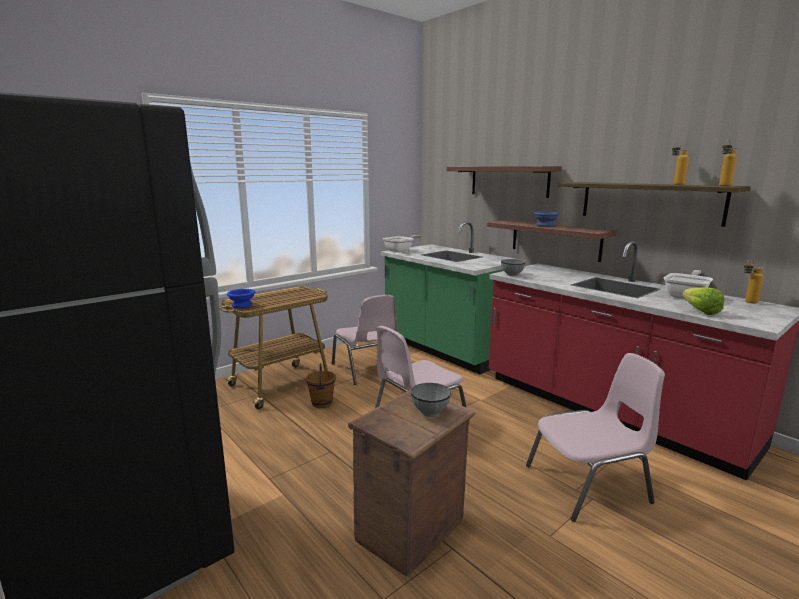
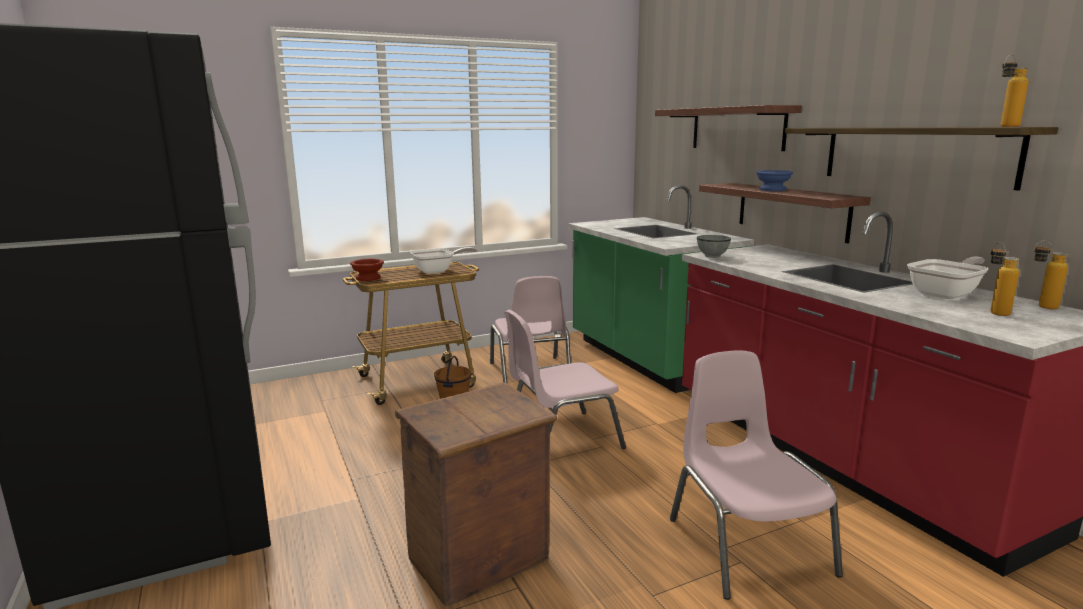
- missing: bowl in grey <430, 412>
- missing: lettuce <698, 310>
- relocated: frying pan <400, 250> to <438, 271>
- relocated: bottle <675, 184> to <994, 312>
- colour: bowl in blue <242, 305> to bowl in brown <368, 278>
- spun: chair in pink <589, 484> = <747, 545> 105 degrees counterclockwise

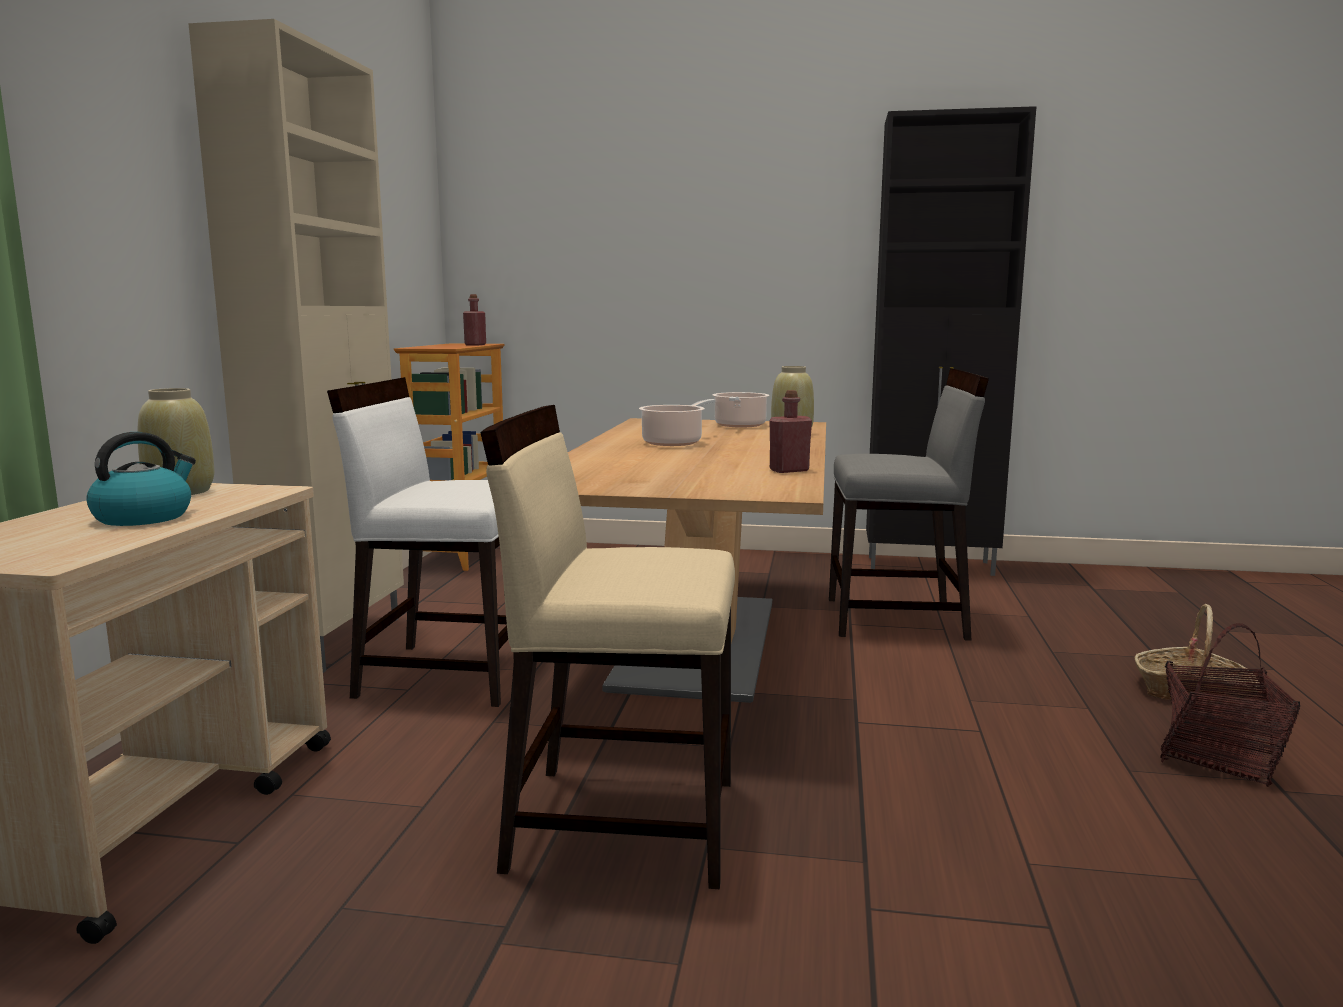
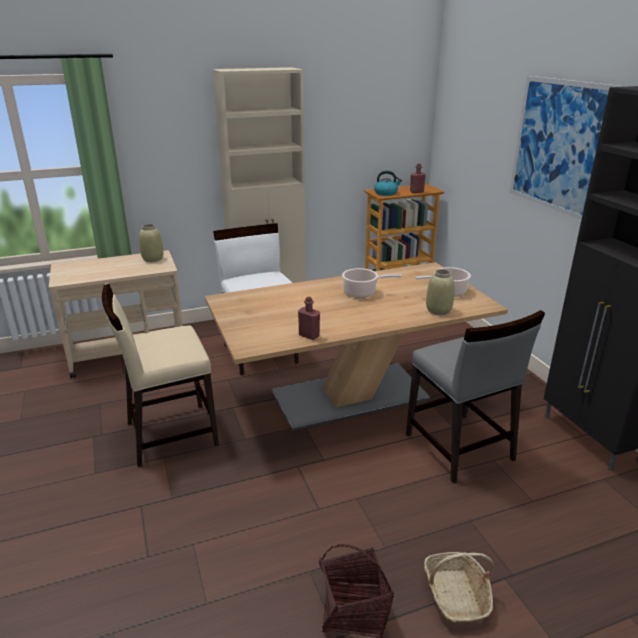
- appeared: picture <558, 146>
- relocated: kettle <144, 517> to <386, 193>
- spun: chair in beige <621, 822> = <170, 433> 90 degrees counterclockwise

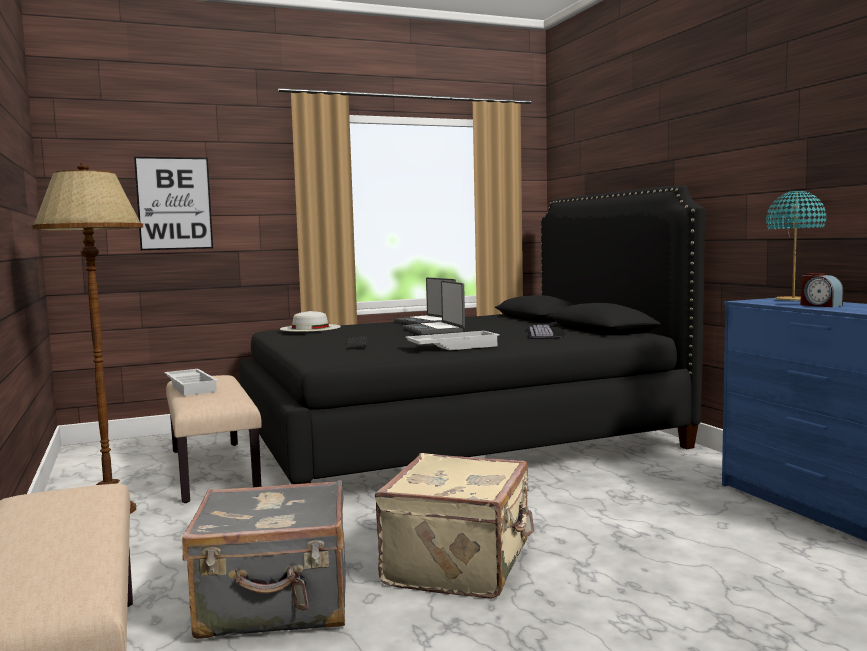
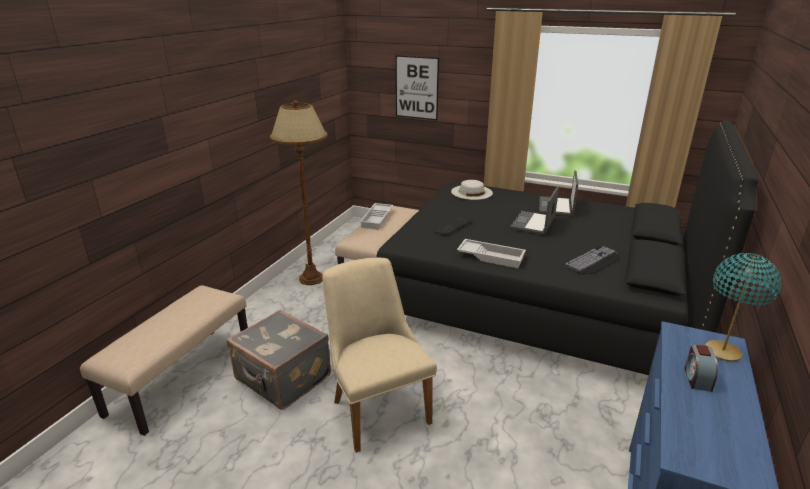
- exchanged: suitcase in beige <460, 564> to chair in beige <376, 406>

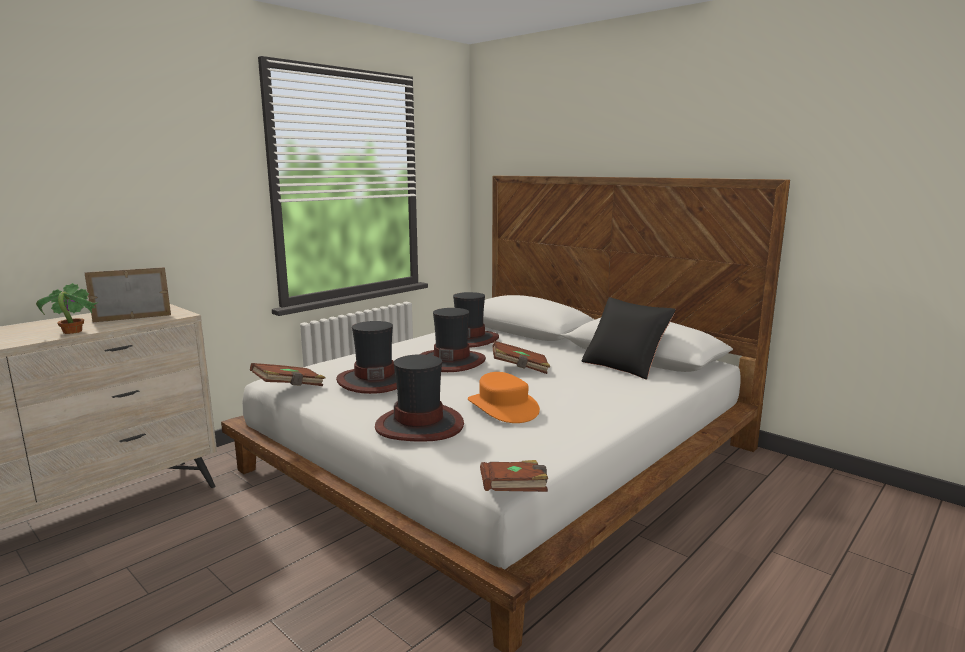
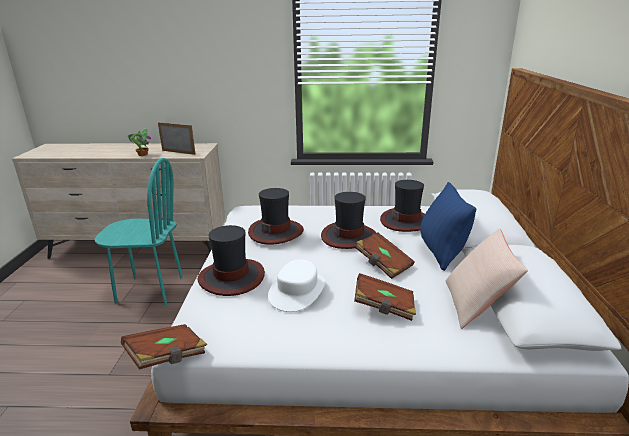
- appeared: chair in turquoise <150, 290>
- appeared: pillow in blue <441, 252>
- relocated: book in brown <289, 387> to <384, 307>
- colour: hat in orange <503, 407> to hat in white <297, 291>
- colour: pillow in black <625, 365> to pillow in beige <476, 304>

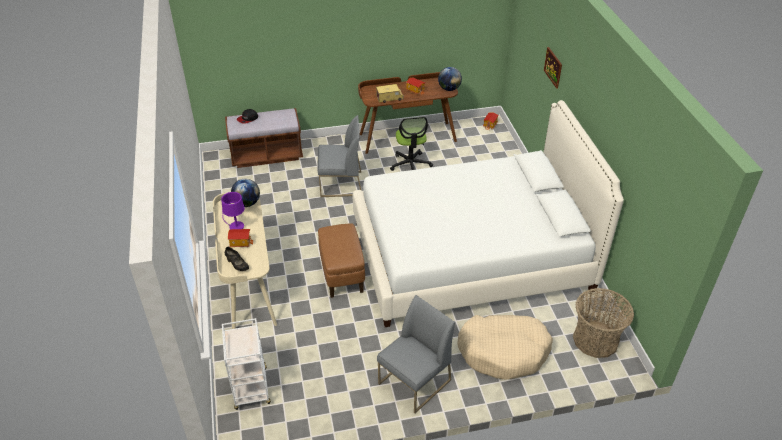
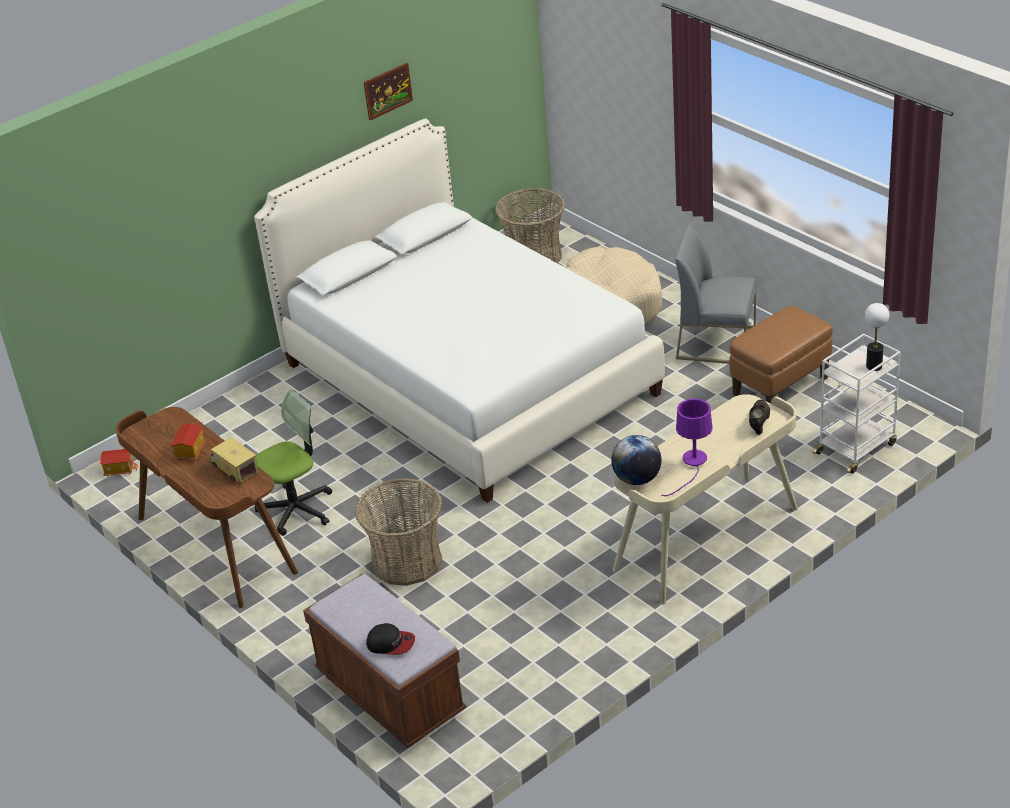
- missing: toy house <240, 243>
- missing: globe <449, 89>
- appeared: table lamp <874, 366>
- relocated: ottoman in brown <342, 275> to <780, 386>
- relocated: picture <553, 67> to <387, 91>
- exchanged: chair in grey <340, 184> to basket <407, 561>

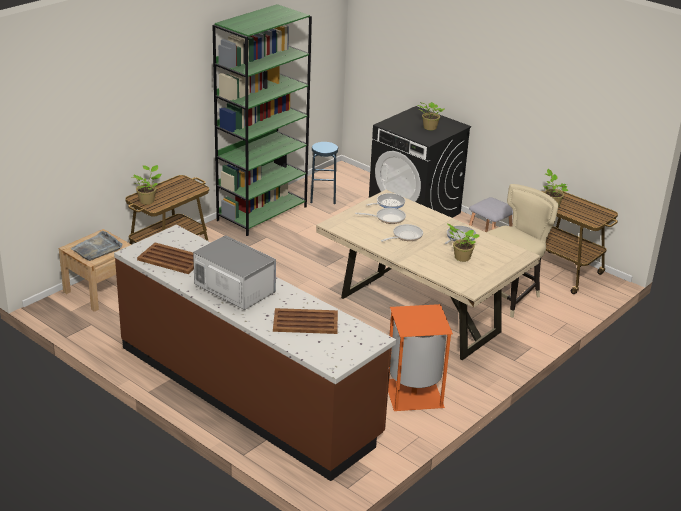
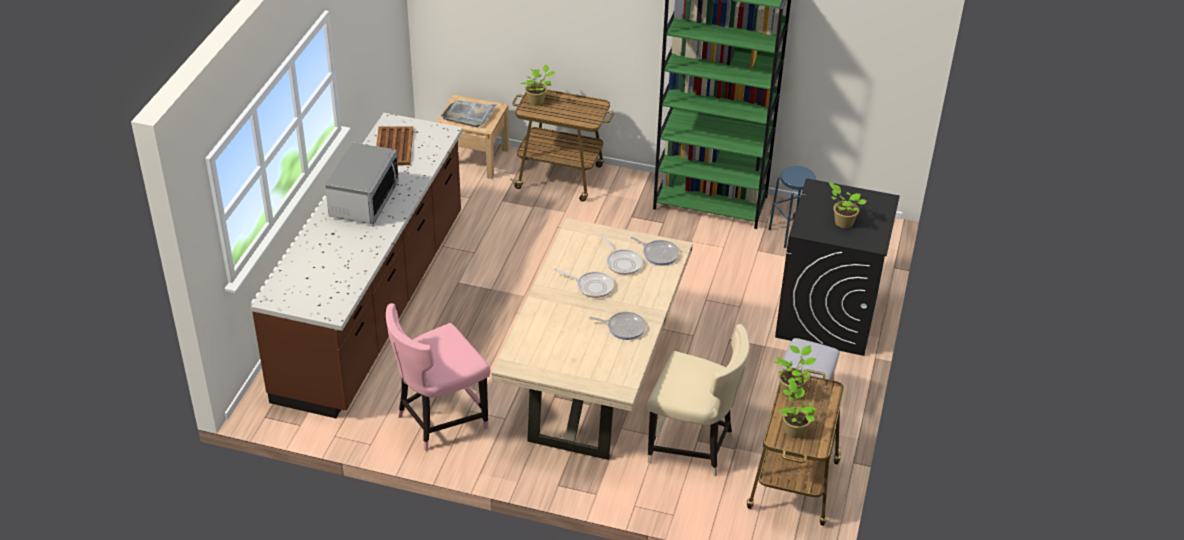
- missing: tray in brown <305, 322>
- relocated: potted plant <461, 257> to <793, 430>
- exchanged: trash can in orange <413, 394> to chair in pink <439, 420>

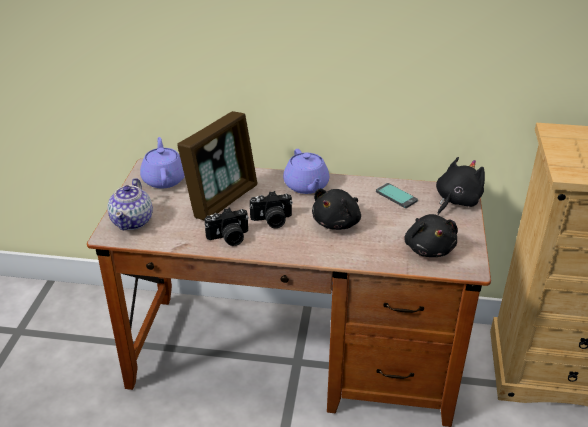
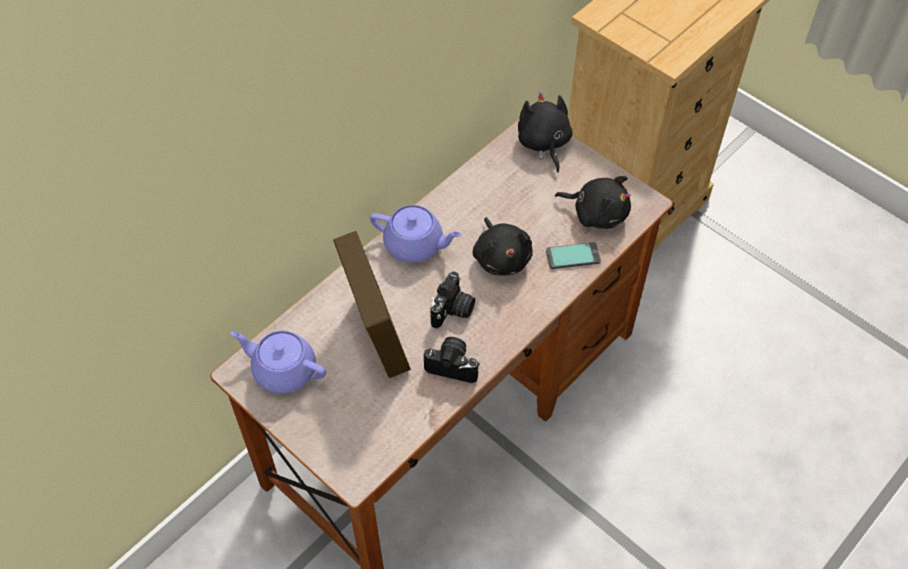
- missing: teapot <133, 221>
- relocated: phone <396, 196> to <573, 256>
- spun: photo camera <229, 238> = <453, 365> 90 degrees counterclockwise

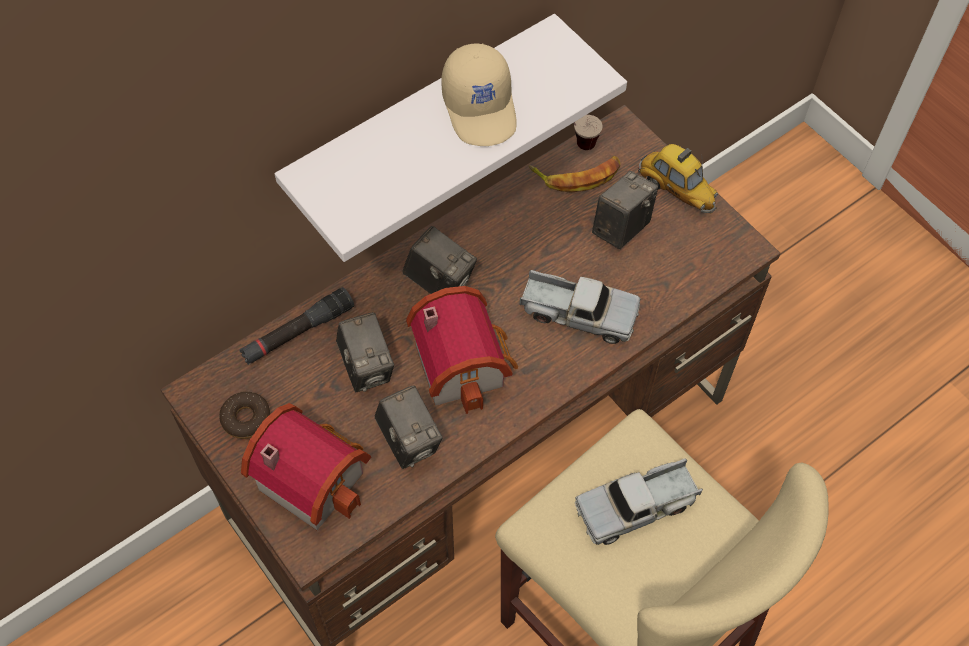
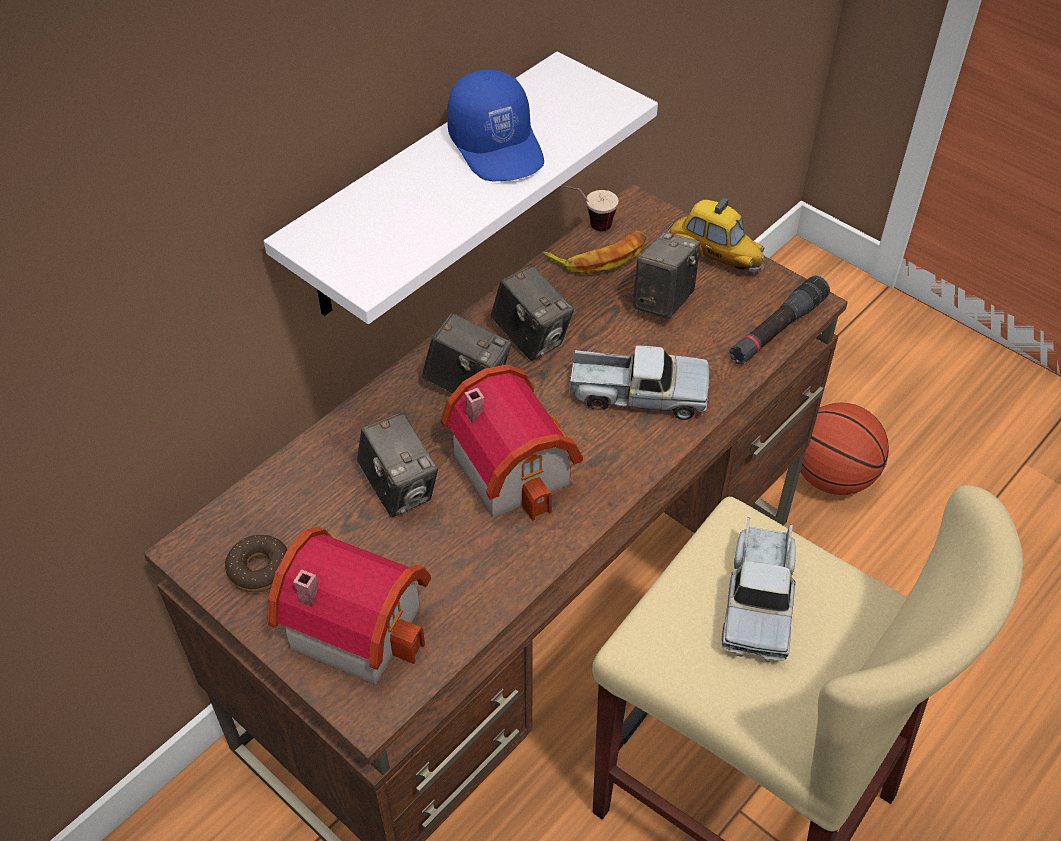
- appeared: basketball <832, 477>
- relocated: flashlight in black <298, 332> to <777, 330>
- relocated: photo camera <409, 441> to <531, 338>
- colour: cap in beige <481, 108> to cap in blue <498, 146>
- spun: toy truck <637, 506> = <758, 599> 45 degrees counterclockwise

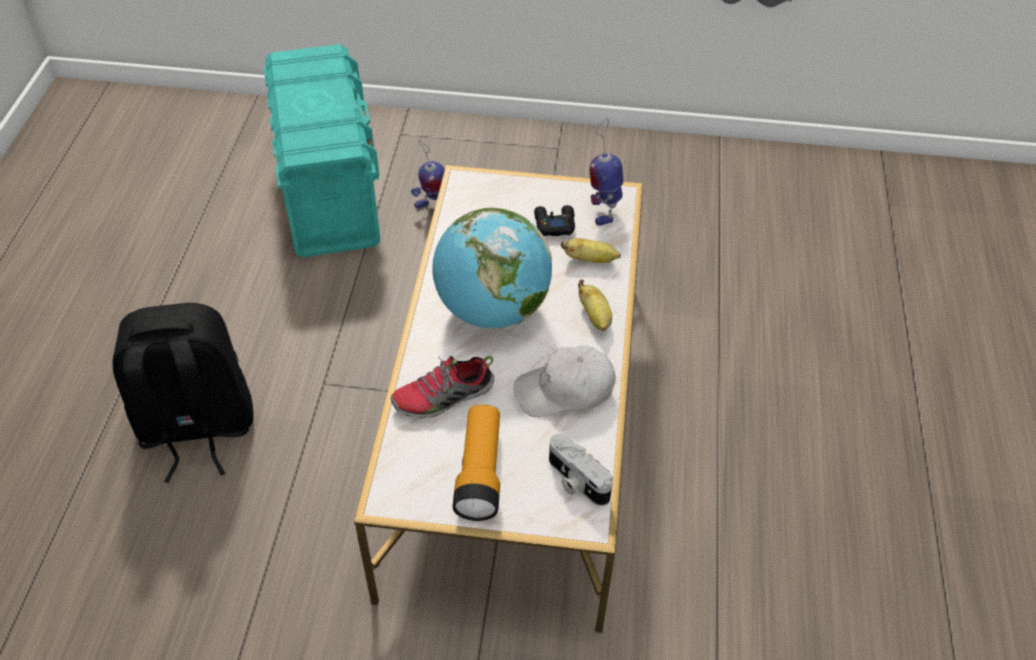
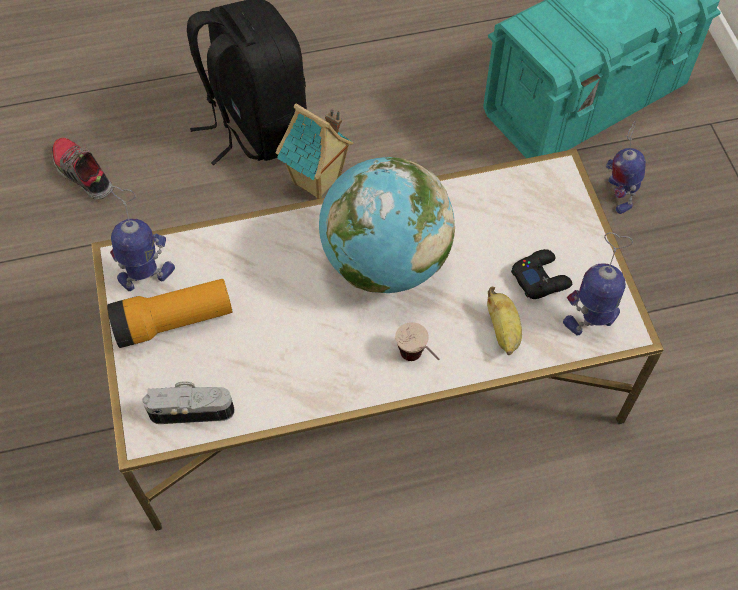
- missing: cap in white <565, 390>
- appeared: toy robot <147, 276>
- appeared: toy house <317, 182>
- relocated: shoe <443, 397> to <82, 174>
- exchanged: banana <595, 317> to cup <418, 361>
- spun: photo camera <576, 481> = <192, 408> 60 degrees clockwise

